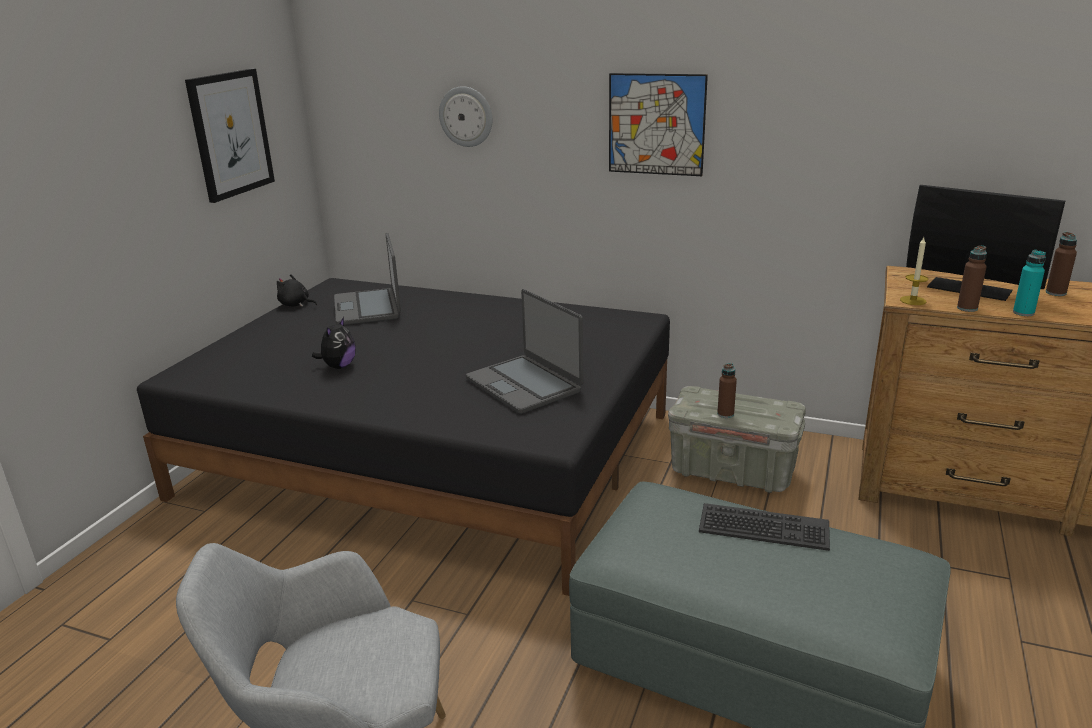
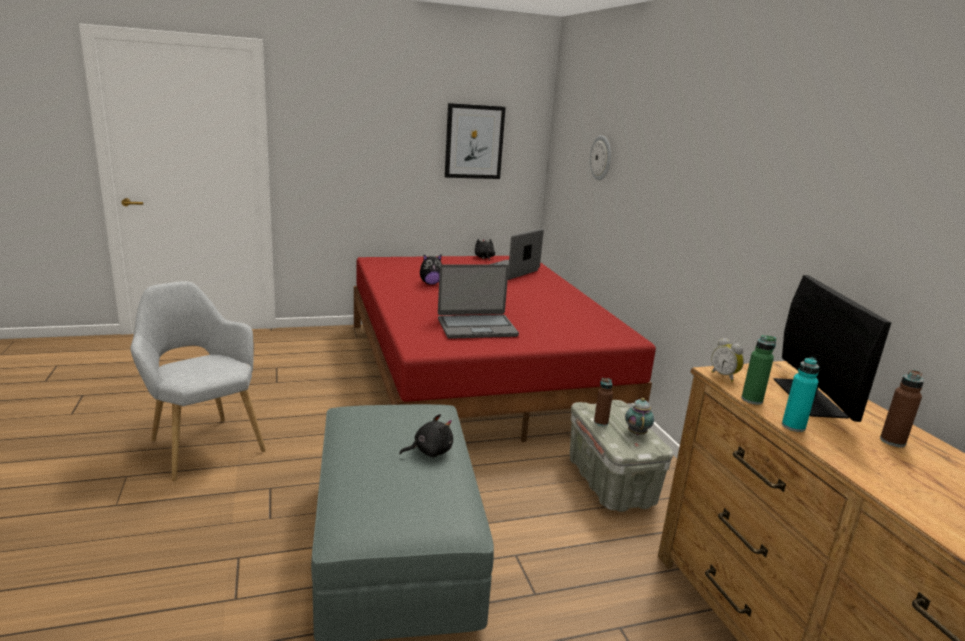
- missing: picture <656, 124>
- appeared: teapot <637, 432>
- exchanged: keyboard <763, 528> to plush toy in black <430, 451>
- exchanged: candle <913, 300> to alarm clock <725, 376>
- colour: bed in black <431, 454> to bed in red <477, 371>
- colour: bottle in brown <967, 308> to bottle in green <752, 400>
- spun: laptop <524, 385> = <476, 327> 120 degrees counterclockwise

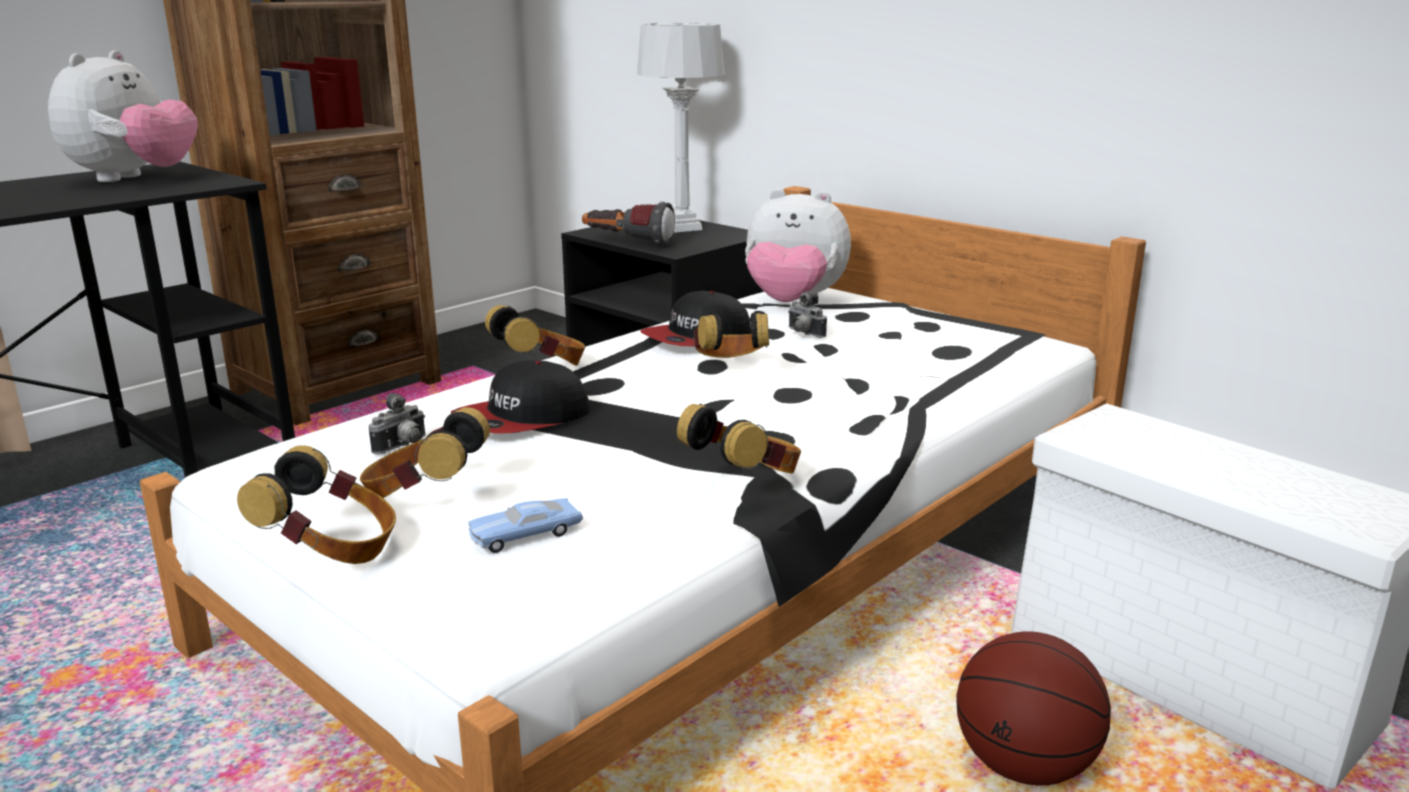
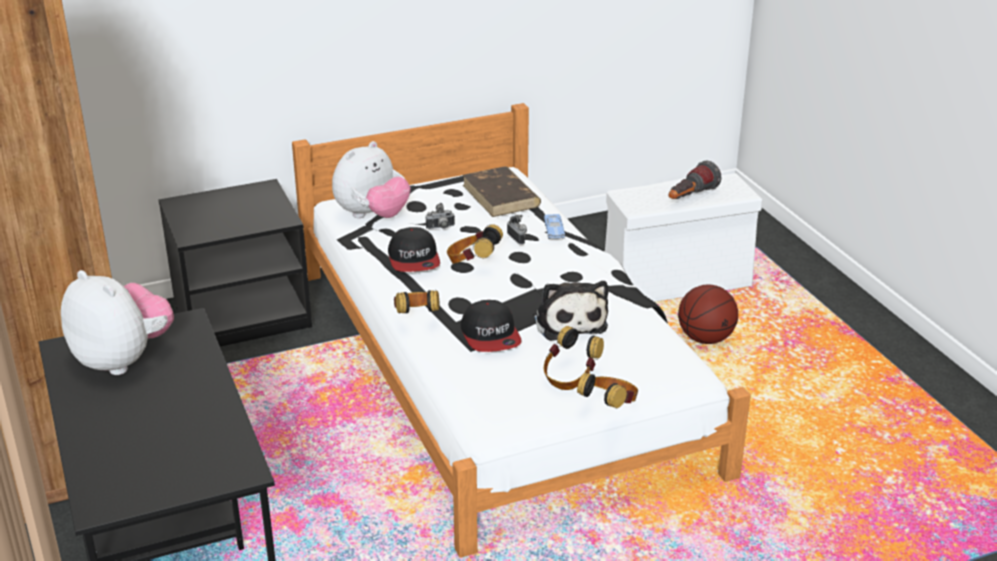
- missing: table lamp in grey <682, 228>
- missing: headphones <745, 482>
- appeared: book in brown <501, 196>
- appeared: plush toy <569, 321>
- relocated: photo camera <403, 446> to <518, 238>
- relocated: toy car in blue <525, 535> to <554, 231>
- relocated: flashlight <627, 243> to <690, 198>

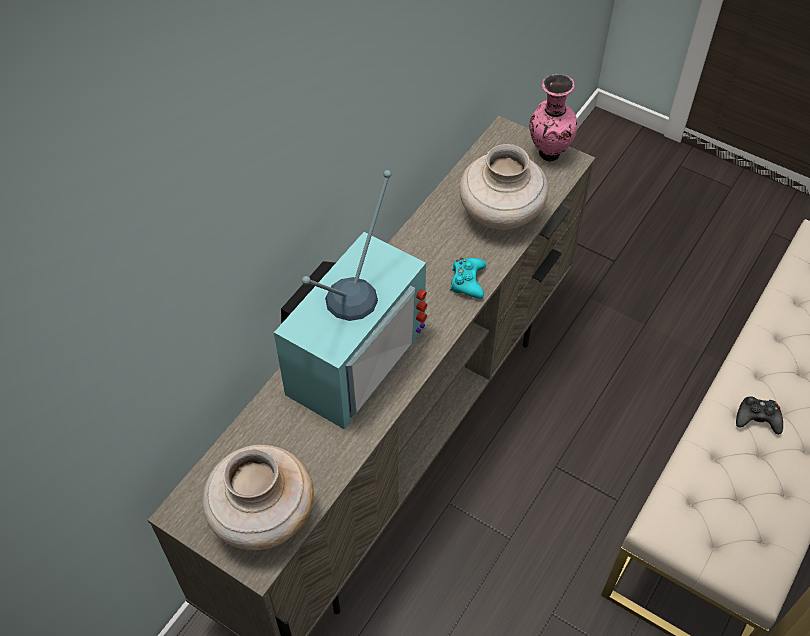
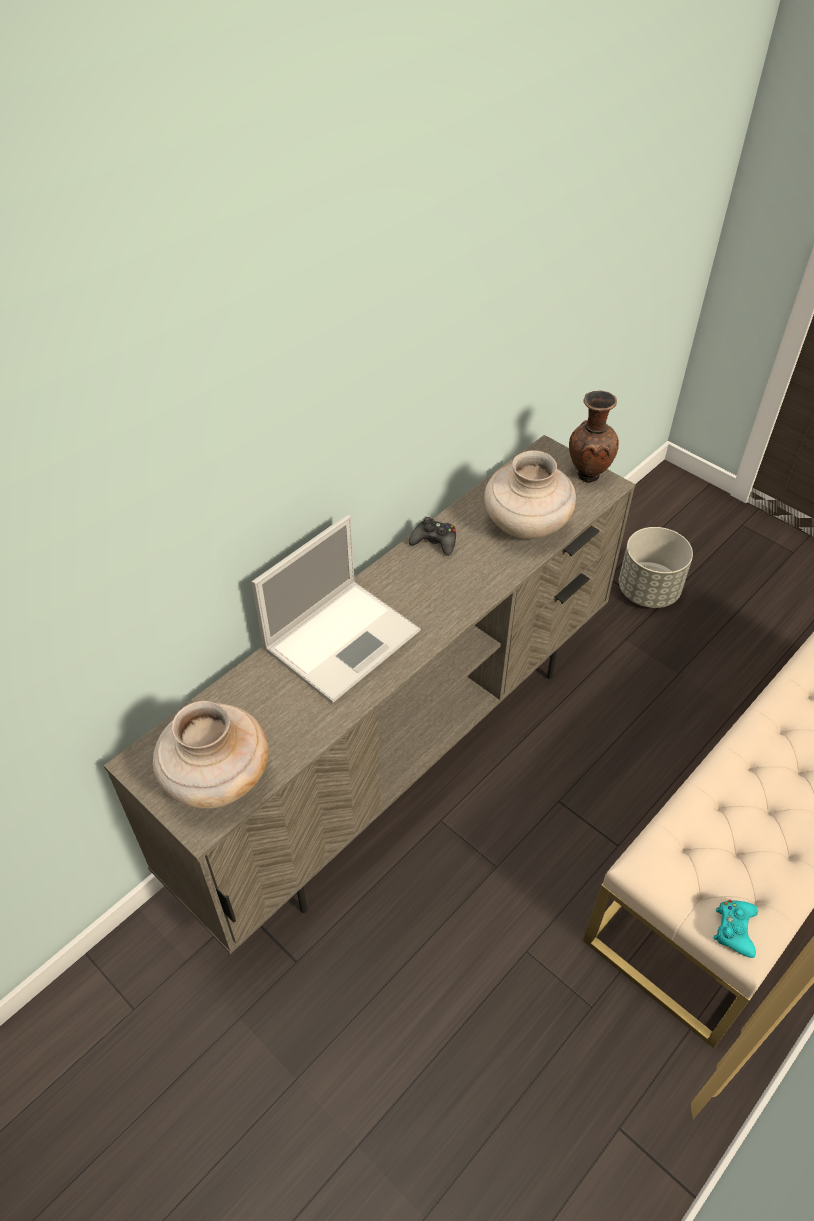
- appeared: planter in grey <648, 591>
- relocated: game controller in turquoise <467, 281> to <734, 929>
- relocated: game controller in black <757, 418> to <434, 541>
- exchanged: television <351, 355> to laptop <344, 638>
- colour: vase in pink <547, 153> to vase in brown <587, 474>

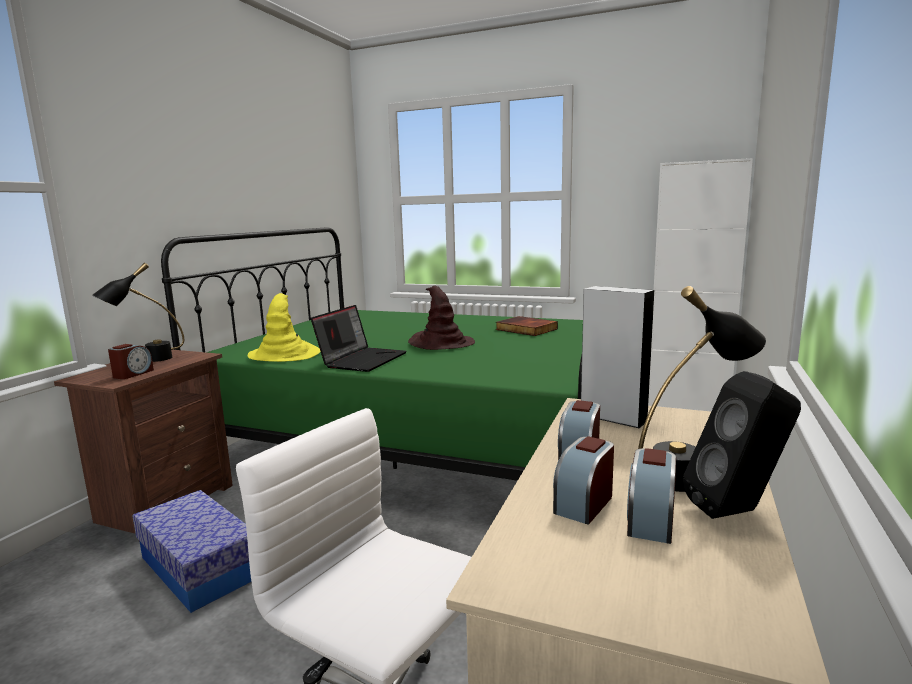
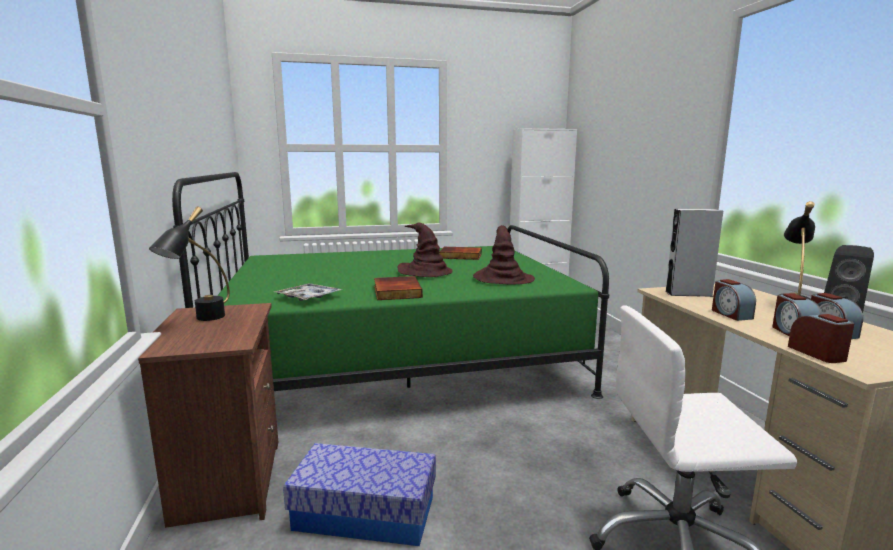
- appeared: hat in brown <503, 278>
- relocated: alarm clock <133, 374> to <817, 354>
- exchanged: hat in yellow <285, 354> to tray <308, 297>
- exchanged: laptop <362, 360> to book <395, 291>

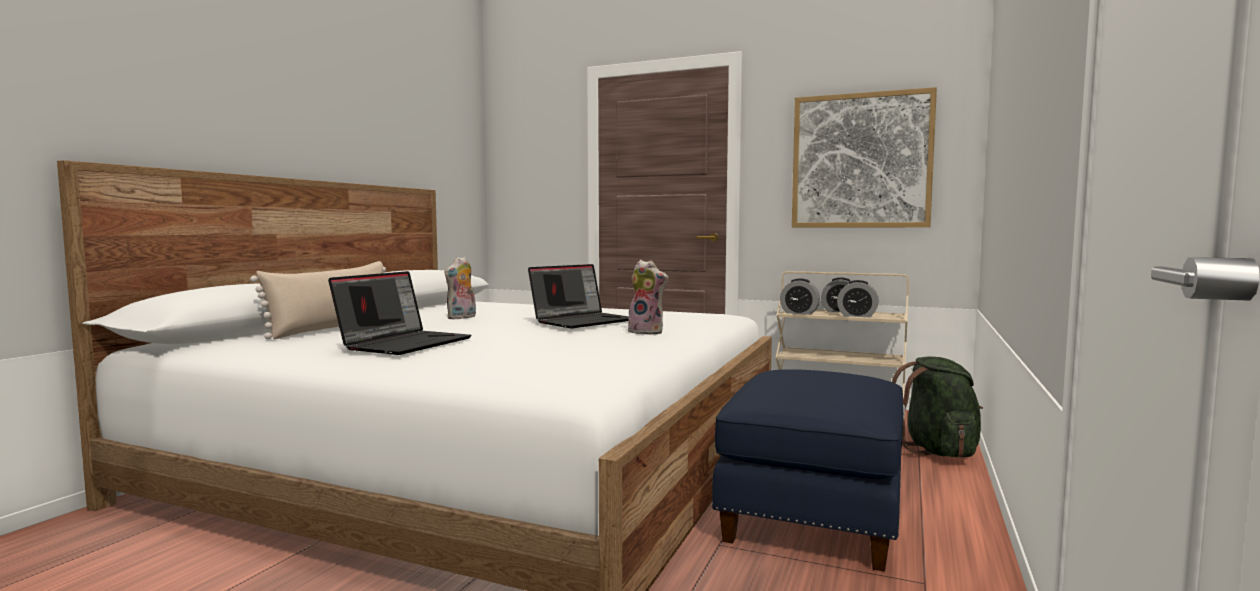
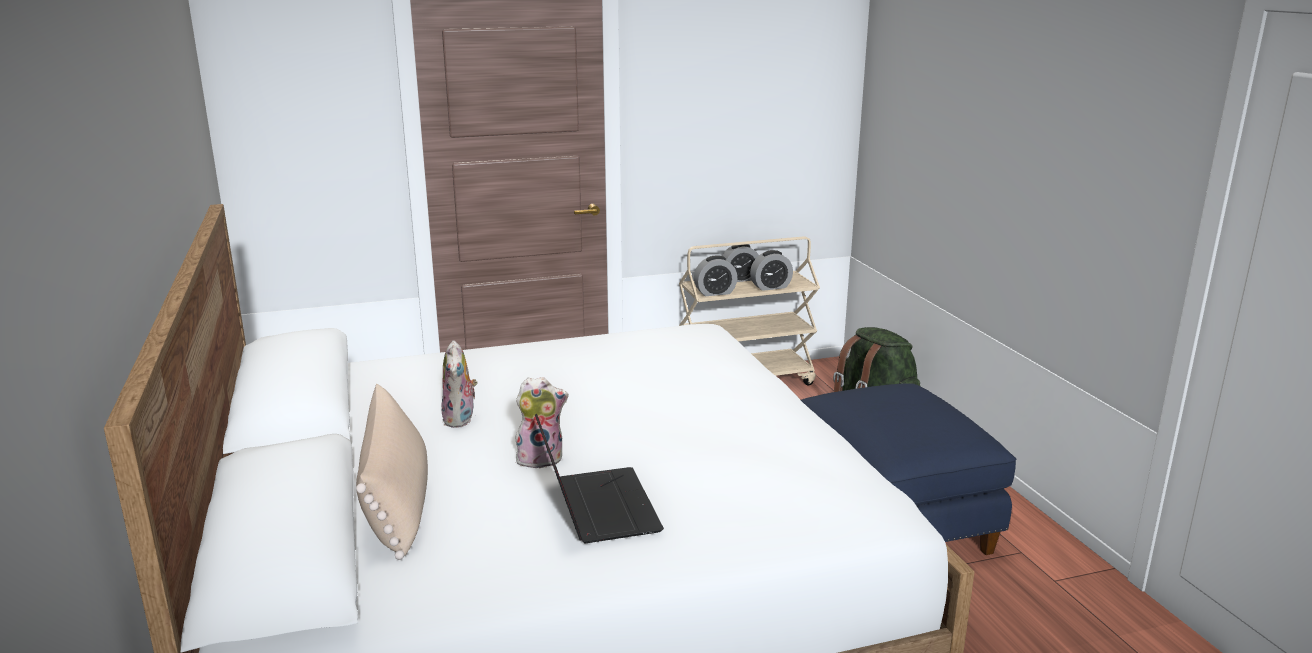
- missing: laptop <583, 321>
- missing: picture <861, 161>
- relocated: plush toy <647, 332> to <541, 458>

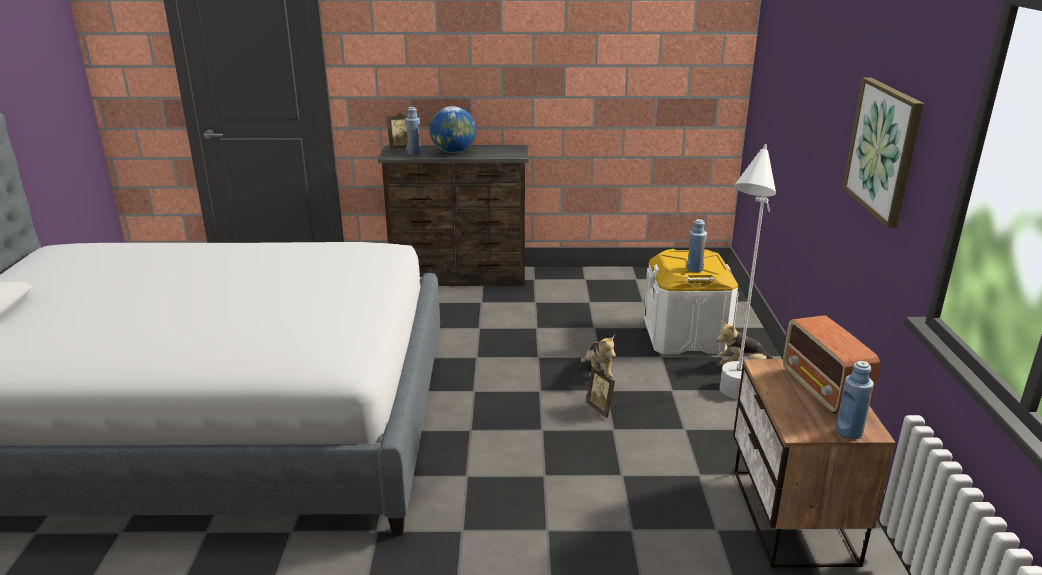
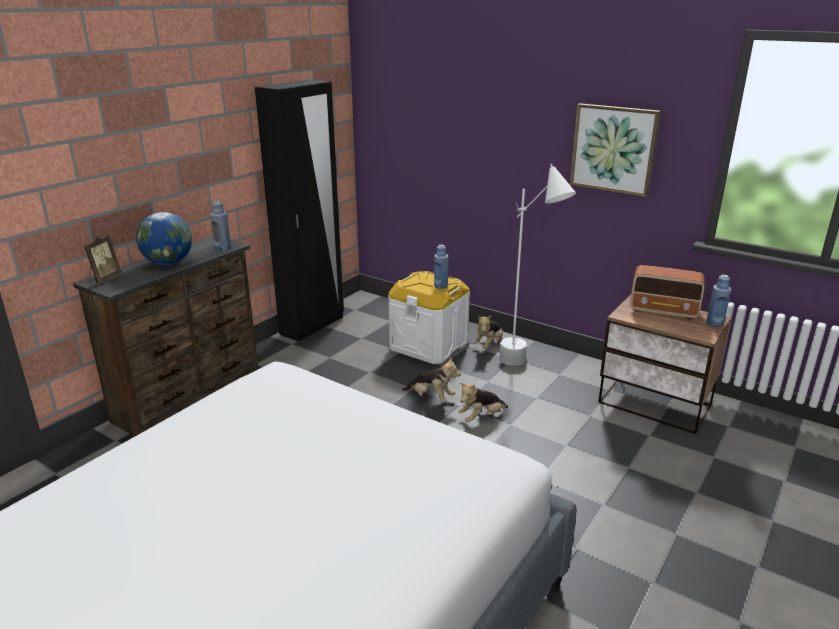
- appeared: wardrobe in black <312, 326>
- relocated: bottle in blue <414, 152> to <223, 249>
- exchanged: picture frame <602, 409> to plush toy <481, 417>

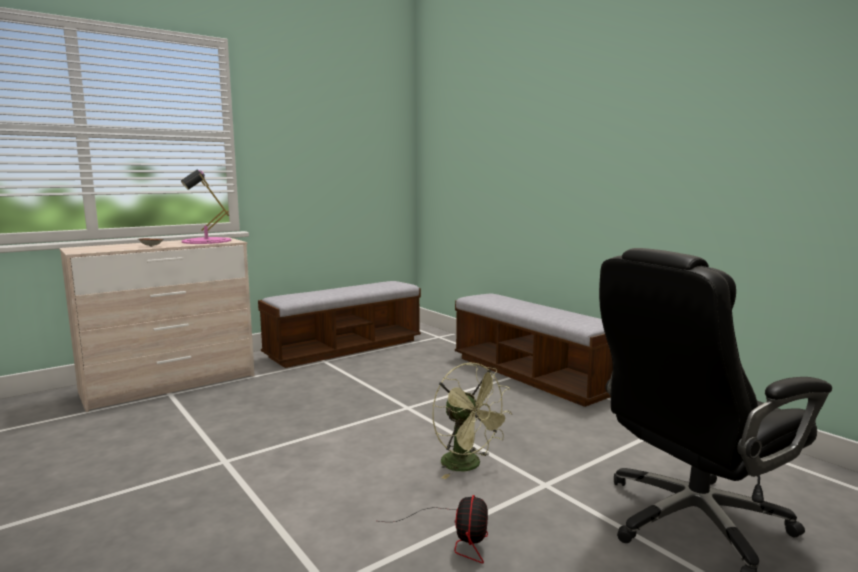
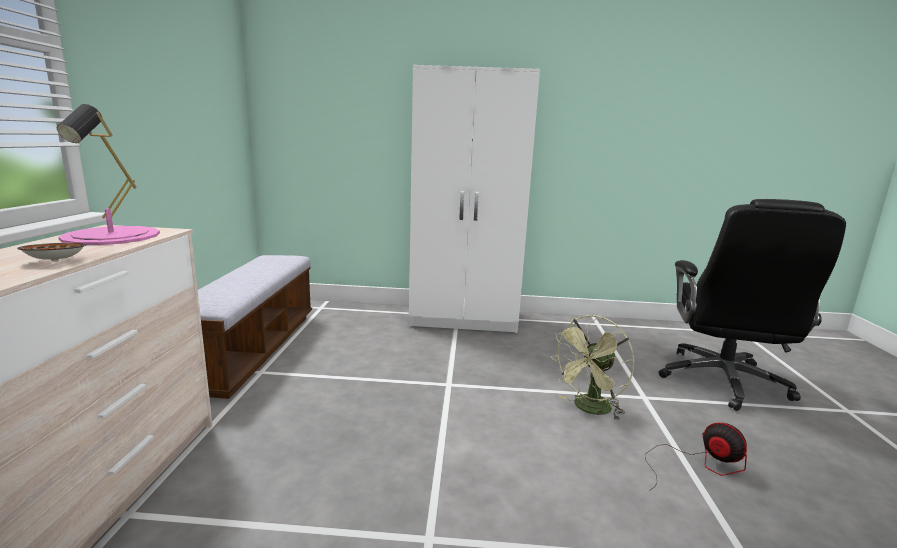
- exchanged: bench <531, 375> to wardrobe in white <465, 319>
- spun: fan in green <468, 465> = <589, 409> 135 degrees clockwise

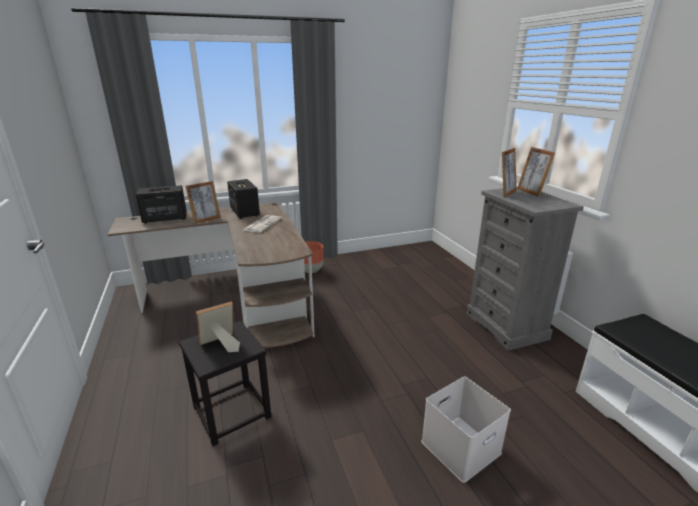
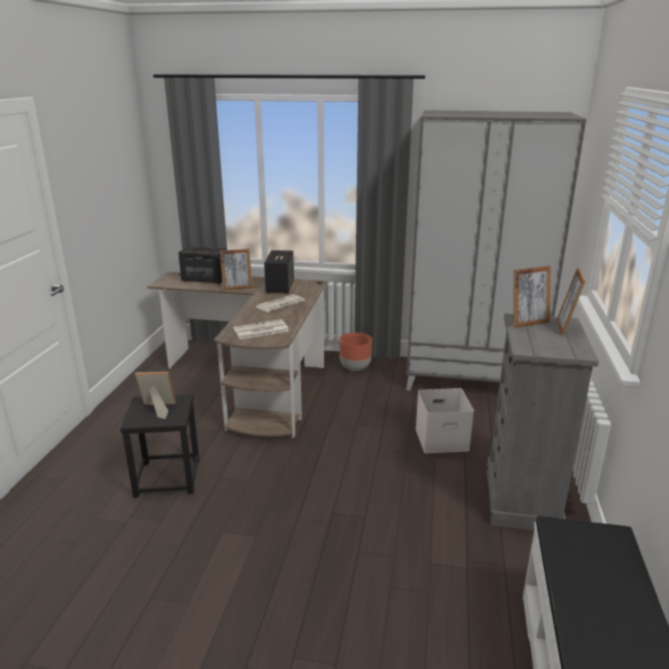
- appeared: newspaper <260, 330>
- appeared: wardrobe in grey <471, 379>
- relocated: storage box in white <461, 449> to <441, 440>

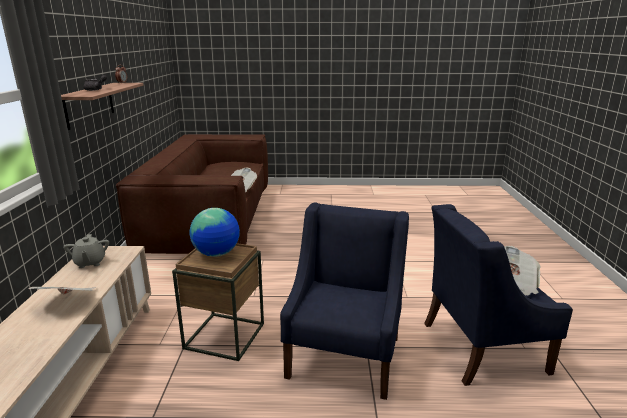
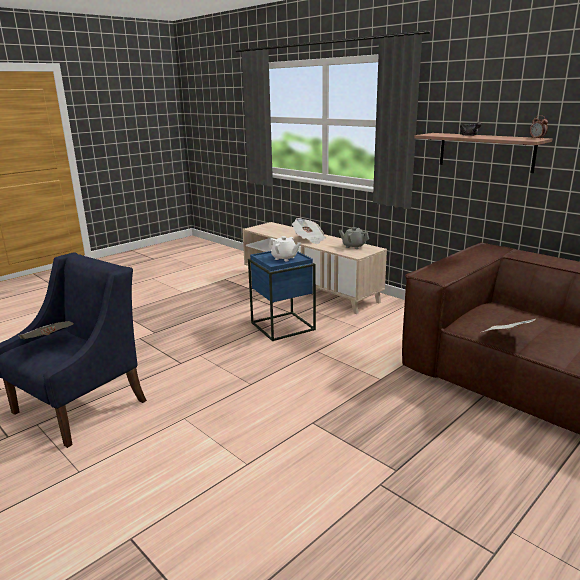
- missing: armchair in blue <345, 356>
- exchanged: globe <217, 254> to teapot in white <284, 258>
- colour: side table in brown <224, 336> to side table in blue <283, 326>

